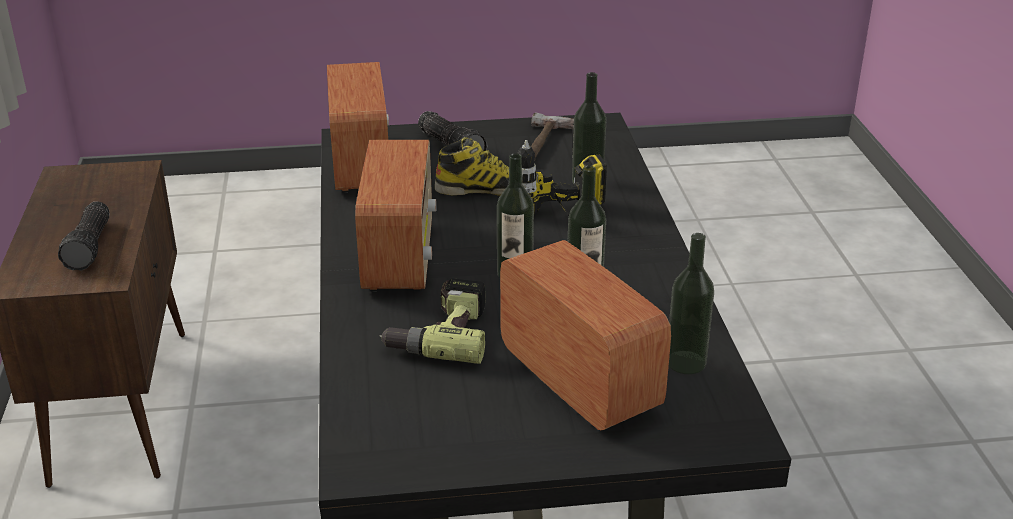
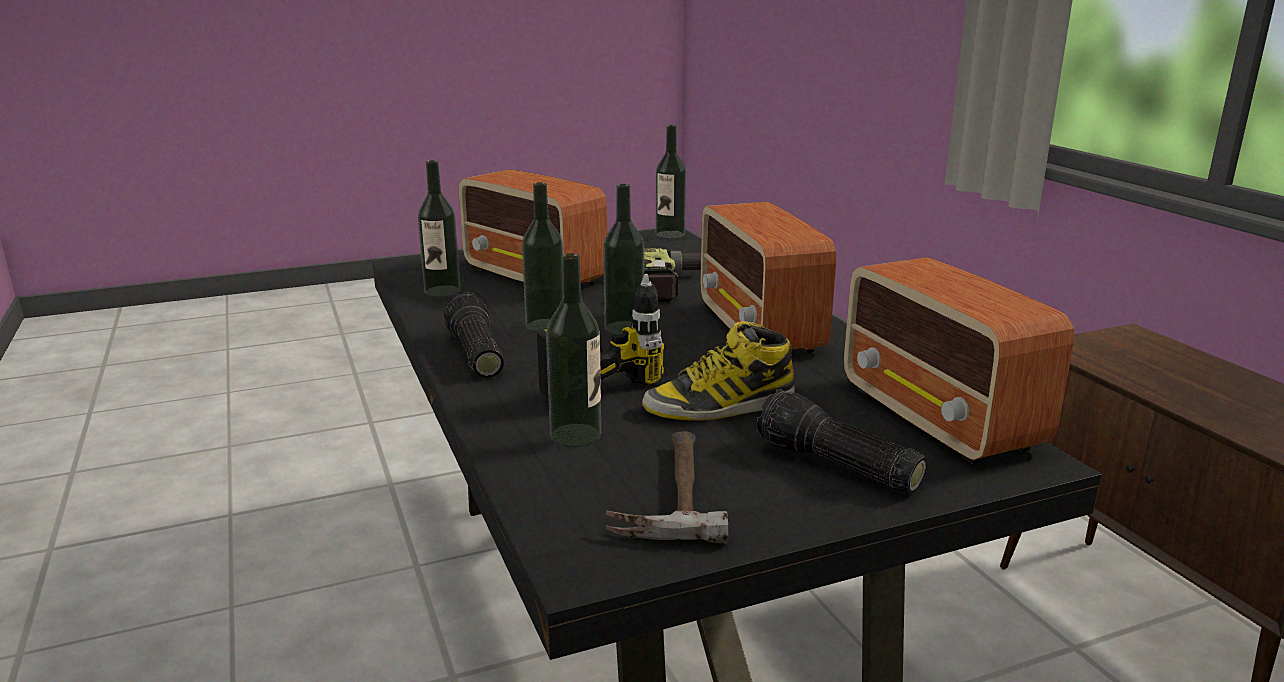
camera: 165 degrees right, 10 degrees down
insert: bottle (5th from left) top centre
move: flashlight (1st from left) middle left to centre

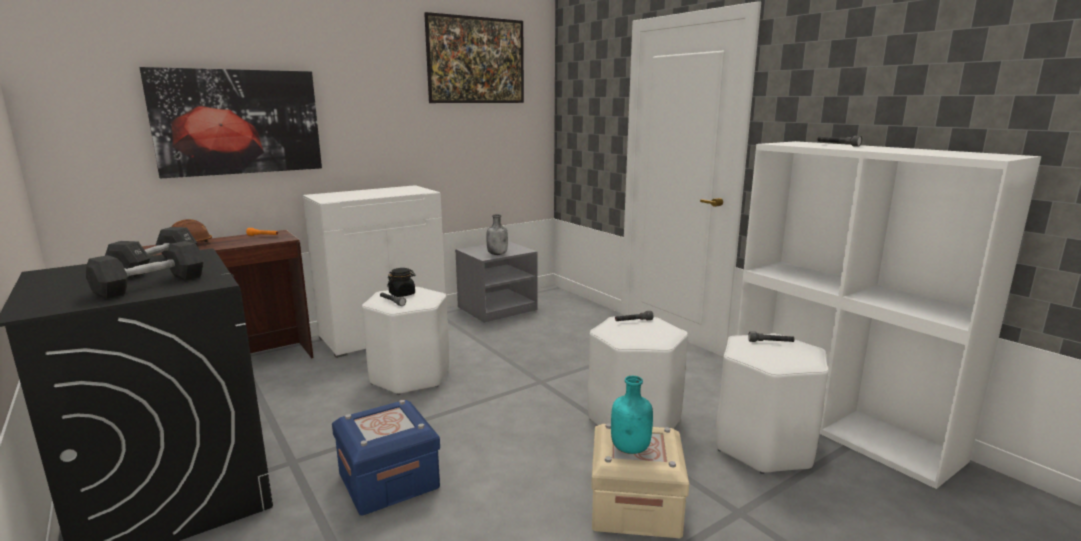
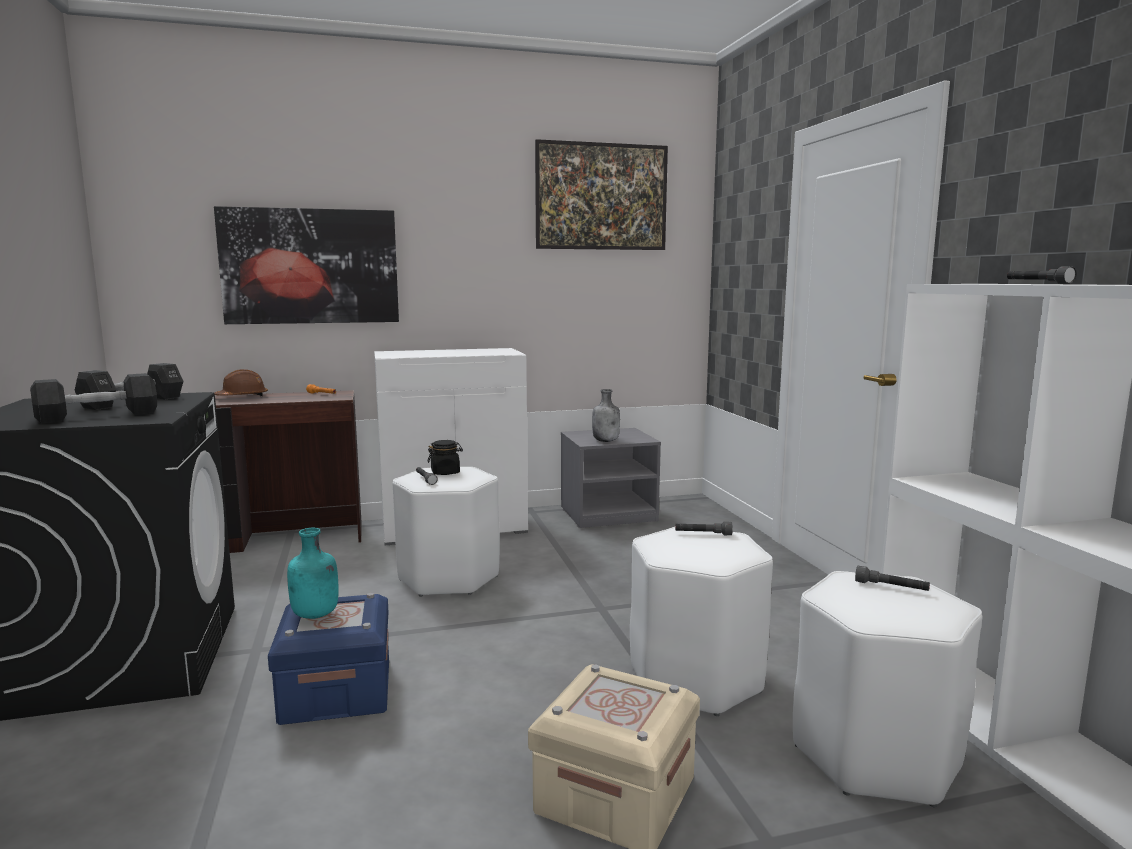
camera: 20 degrees right, 5 degrees down
move: turquoise bottle bottom centre to bottom left

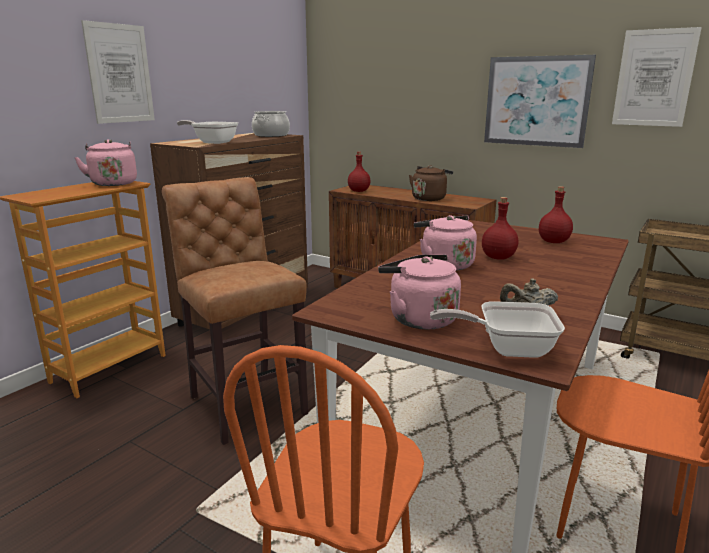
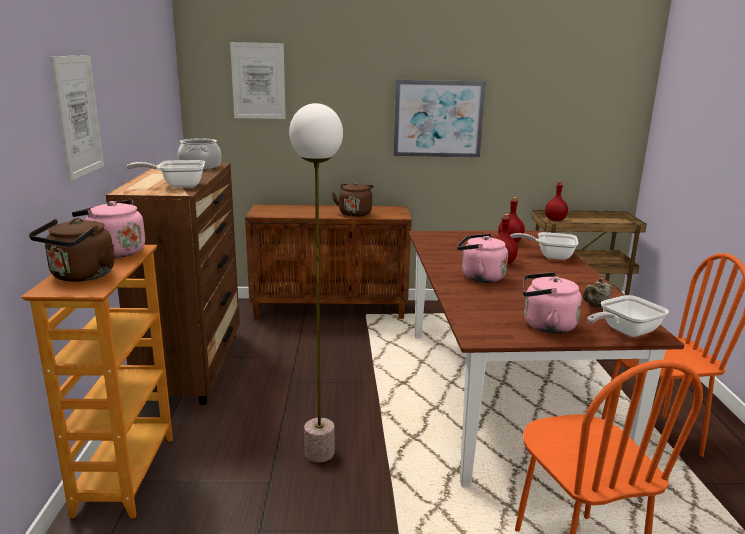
camera: 35 degrees left, 0 degrees up
insert: brown kettle (1st from left) middle left; frying pan (2nd from left) middle right
move: picture (3rd from left in the first image) top right to picture (2nd from left) top centre; red bottle (1st from left in the first image) top centre to red bottle (3rd from left) middle right
replace: brown stool middle left to floor lamp centre

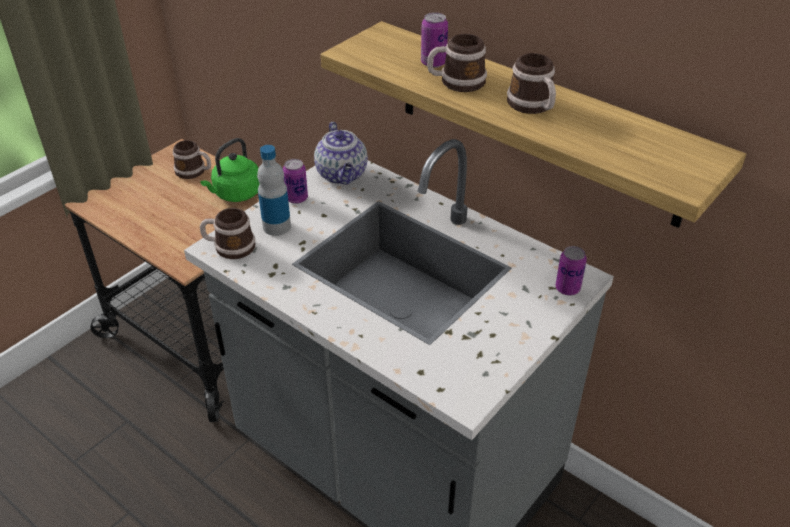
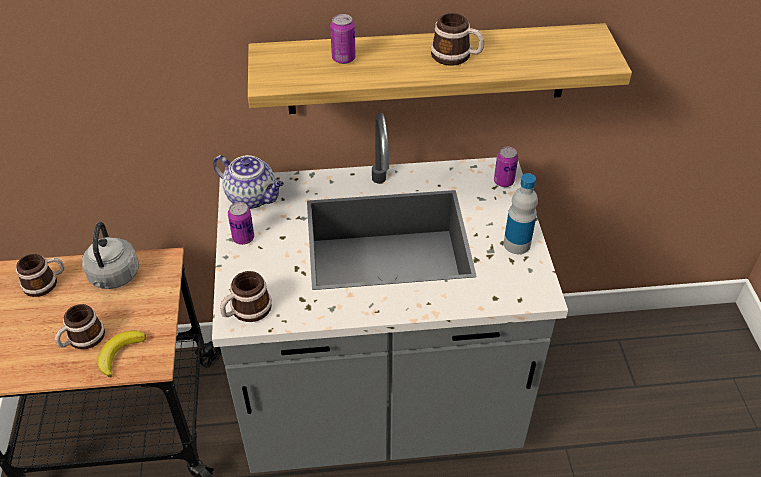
camera: 45 degrees left, 5 degrees up
insert: banana bottom left
move: mug (3rd from left in the first image) top centre to mug (2nd from left) bottom left; bottle centre to middle right
recolor: green kettle top left to grey kettle middle left

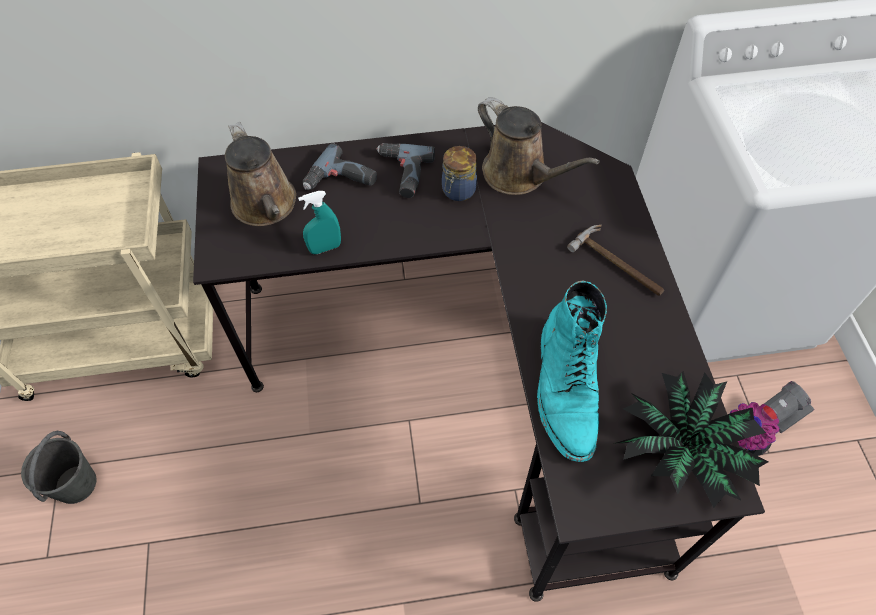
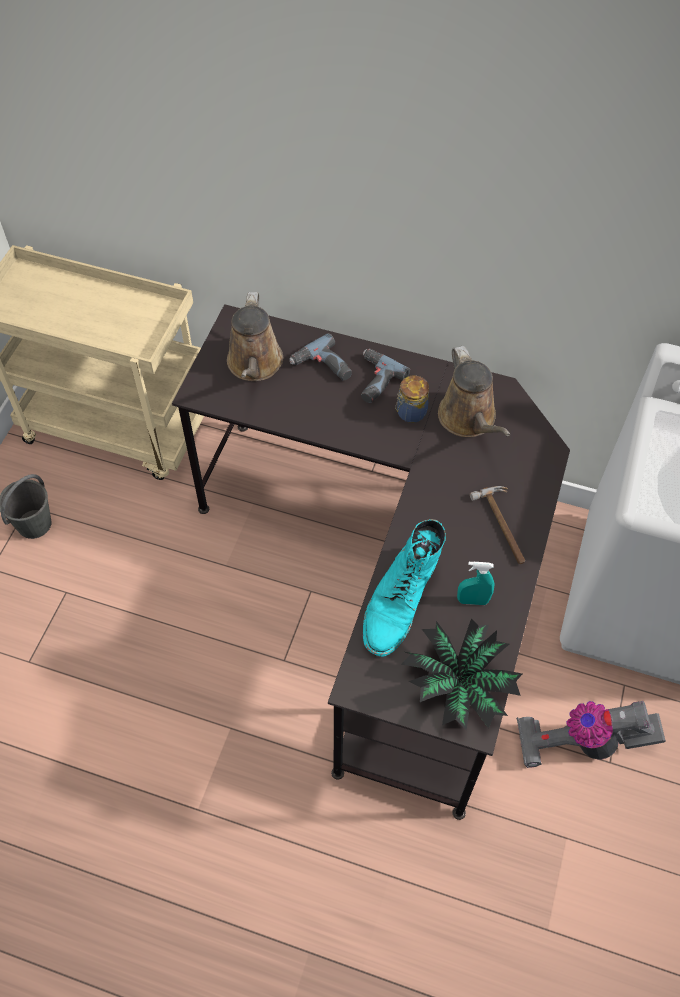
camera: 25 degrees right, 0 degrees up
move: turquoise spray bottle centre to middle right

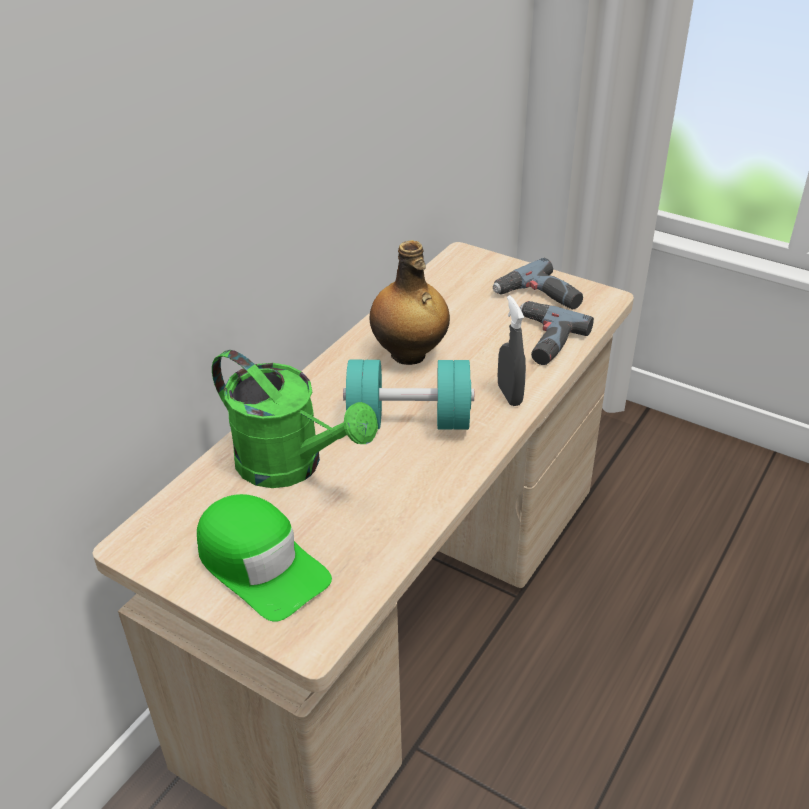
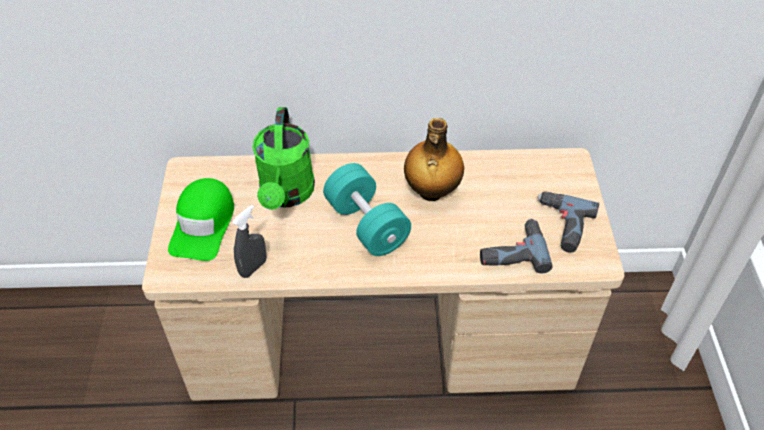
camera: 55 degrees right, 10 degrees up
move: grey spray bottle centre to middle left

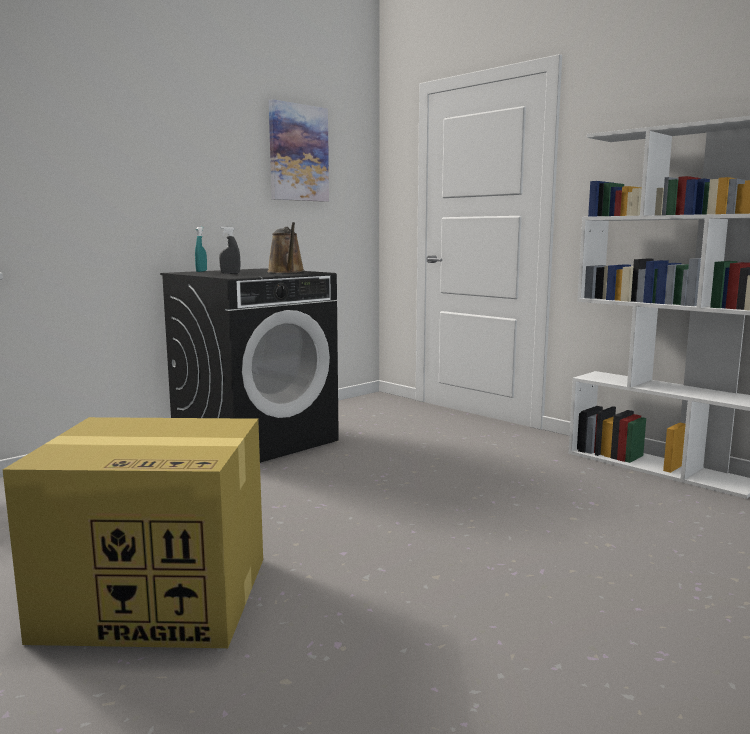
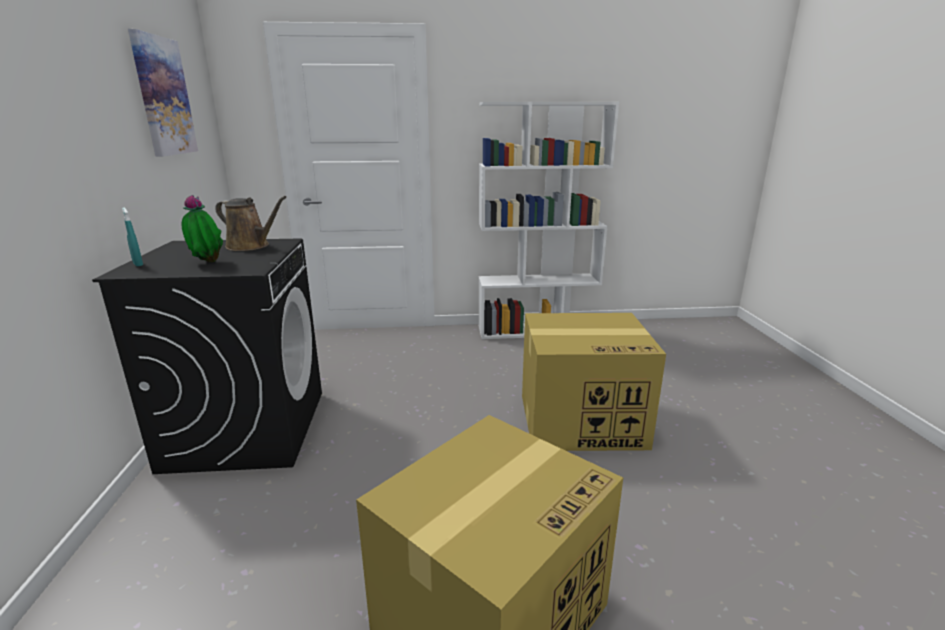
camera: 50 degrees left, 10 degrees up
insert: cardboard box (2nd from left) centre
replace: grey spray bottle middle left to potted plant middle left

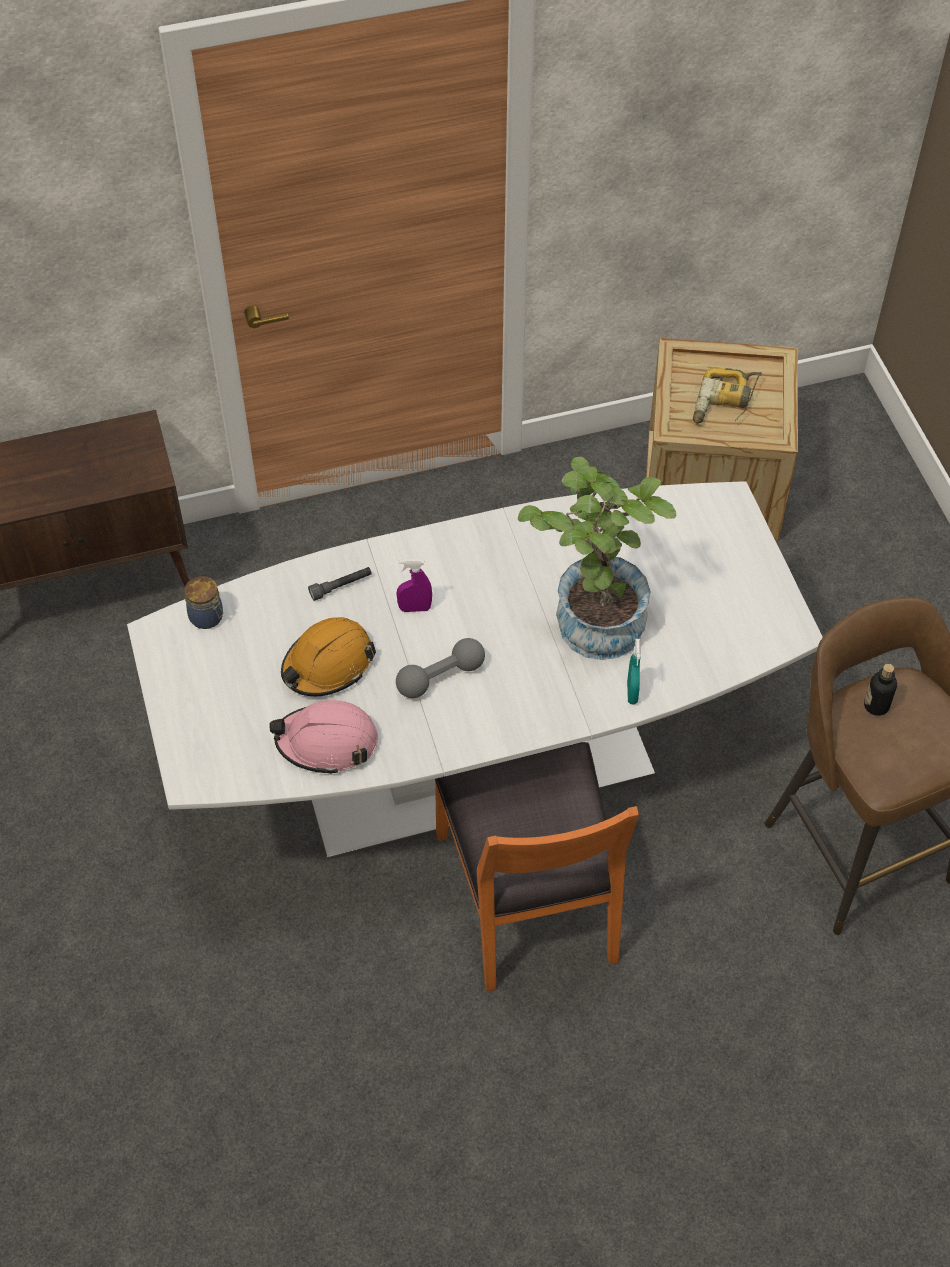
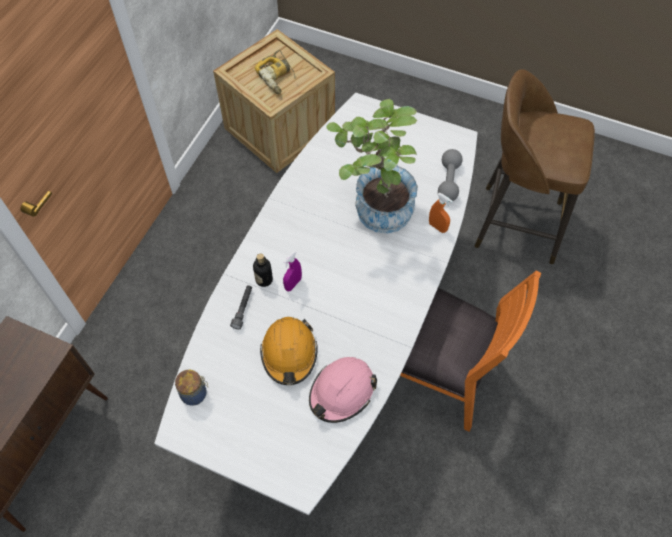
camera: 50 degrees left, 5 degrees up
move: bottle middle right to centre; grey dumbbell centre to top right
recolor: turquoise spray bottle middle right to orange spray bottle centre

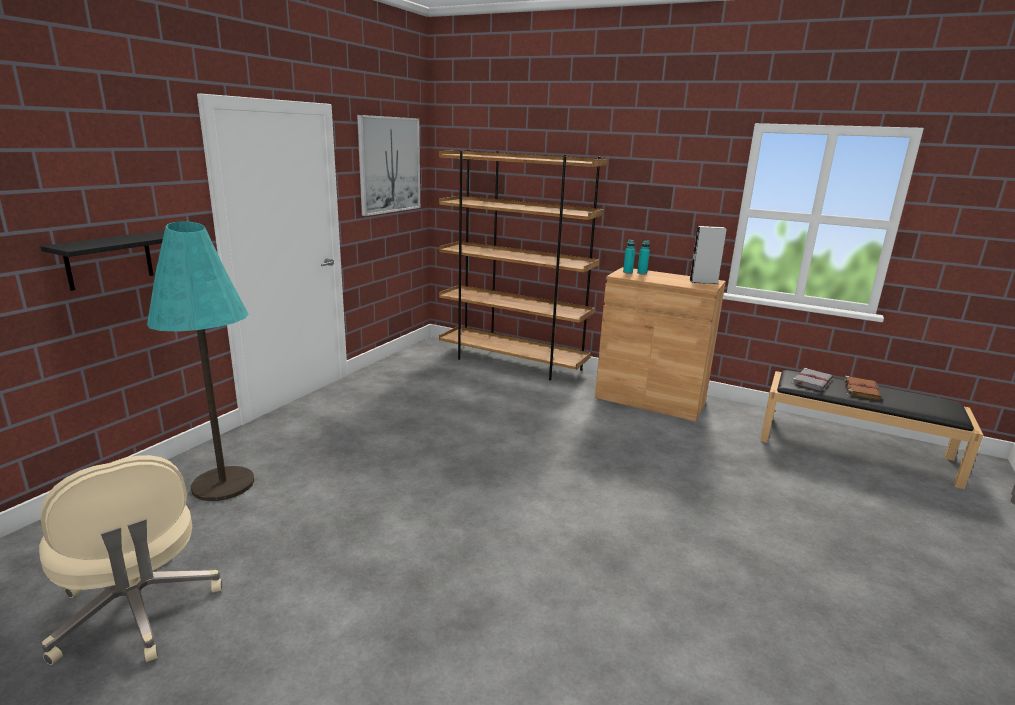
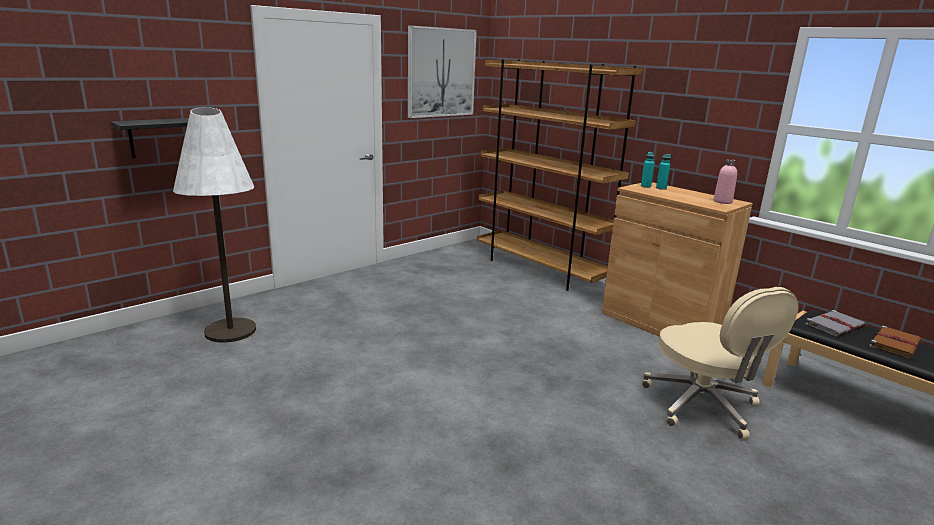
camera: 20 degrees right, 0 degrees up
move: beige office chair bottom left to bottom right
replace: grey speaker middle right to pink bottle middle right
recolor: turquoise floor lamp middle left to white floor lamp middle left

